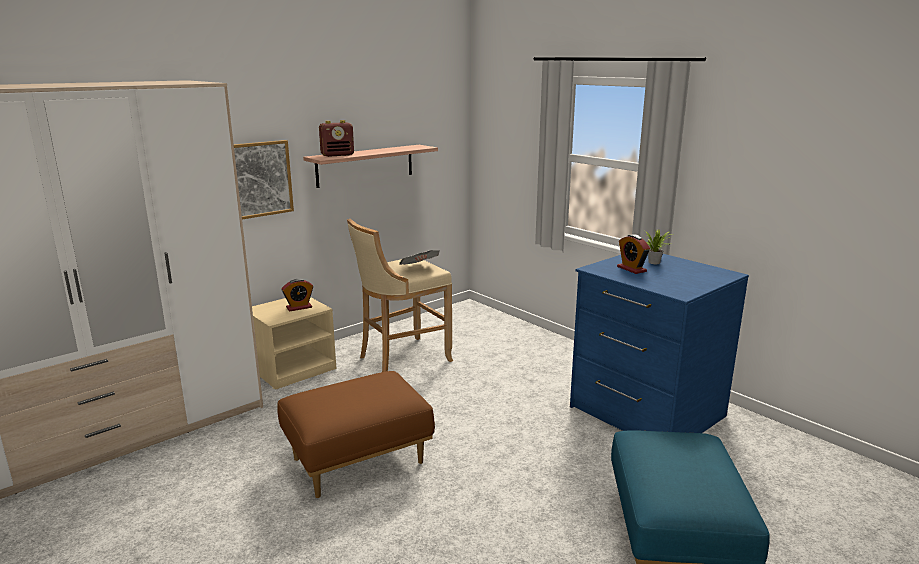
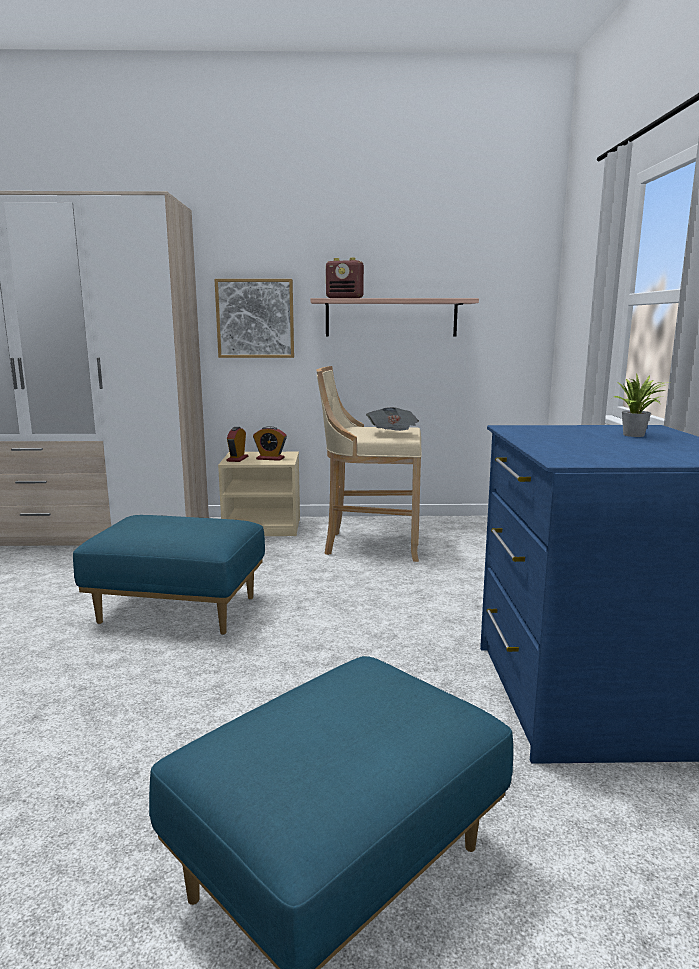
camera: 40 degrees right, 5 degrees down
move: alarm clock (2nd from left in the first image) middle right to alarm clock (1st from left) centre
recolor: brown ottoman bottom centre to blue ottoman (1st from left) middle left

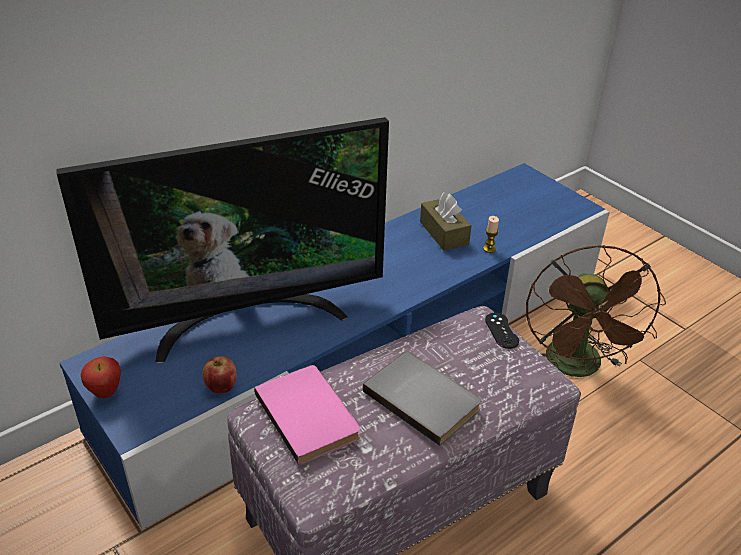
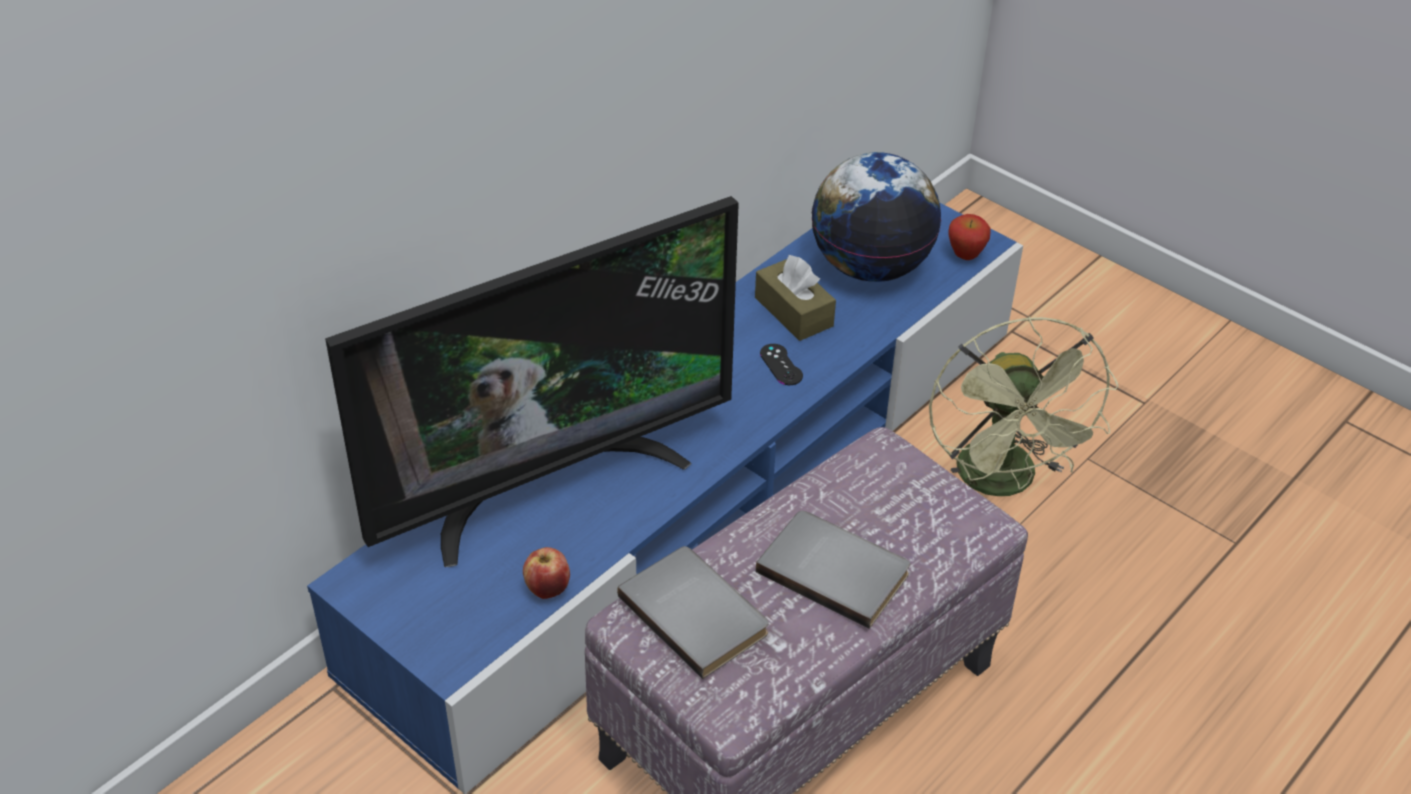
camera: 10 degrees left, 5 degrees up
delete: candle centre
insert: globe top centre
move: black game controller middle right to centre; apple (1st from left in the first image) bottom left to apple (2nd from left) top right
recolor: pink book bottom centre to grey book (1st from left) bottom centre; brown fan middle right to green fan middle right

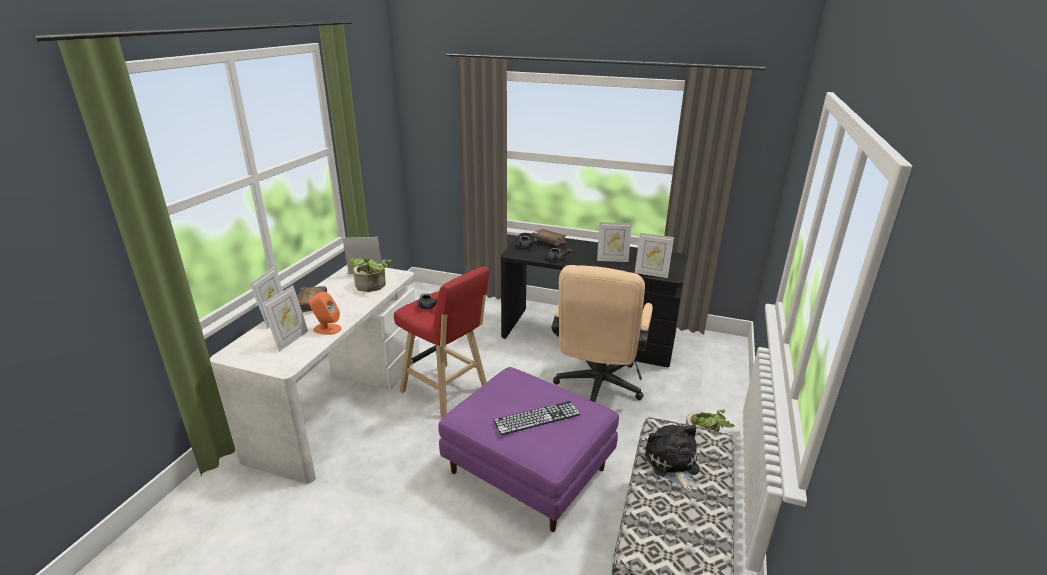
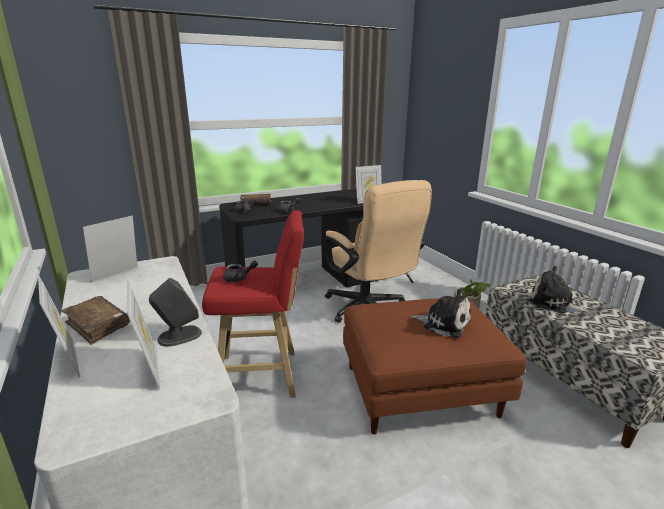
camera: 45 degrees left, 5 degrees down
delete: potted plant (1st from left) centre; picture frame (4th from left) centre
replace: keyboard bottom centre to plush toy (1st from left) centre
recolor: orange speaker middle left to grey speaker middle left; purple ottoman bottom centre to brown ottoman bottom centre

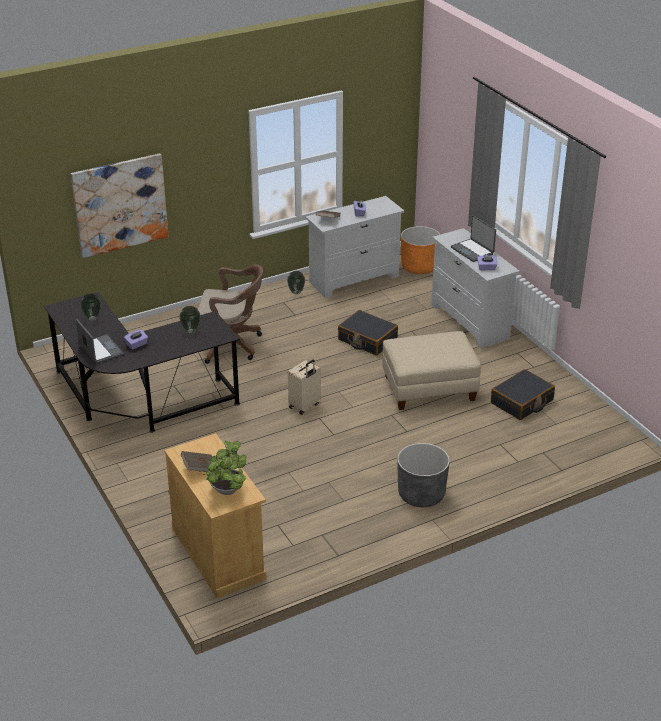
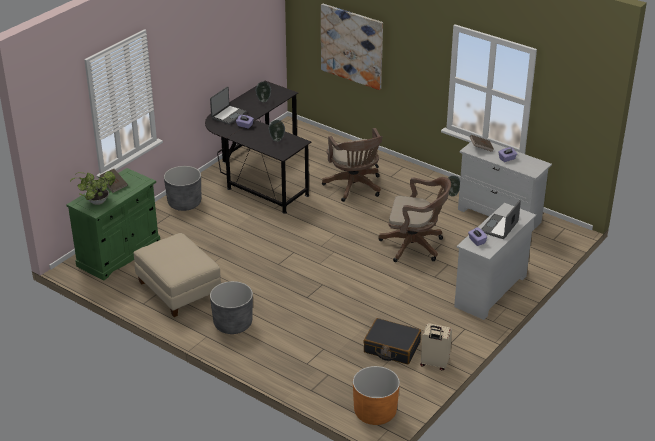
camera: 65 degrees right, 0 degrees up
insert: grey planter (1st from left) middle left
move: beige ottoman centre to middle left; orange planter centre to bottom centre; beige suitcase centre to bottom centre
replace: black suitcase (1st from left) centre to brown office chair (2nd from left) centre
recolor: beige cabinet bottom left to green cabinet middle left

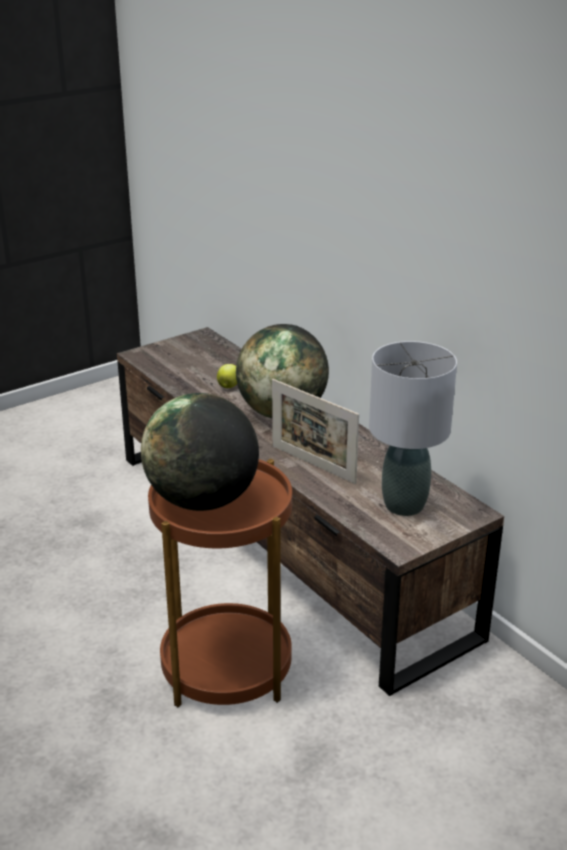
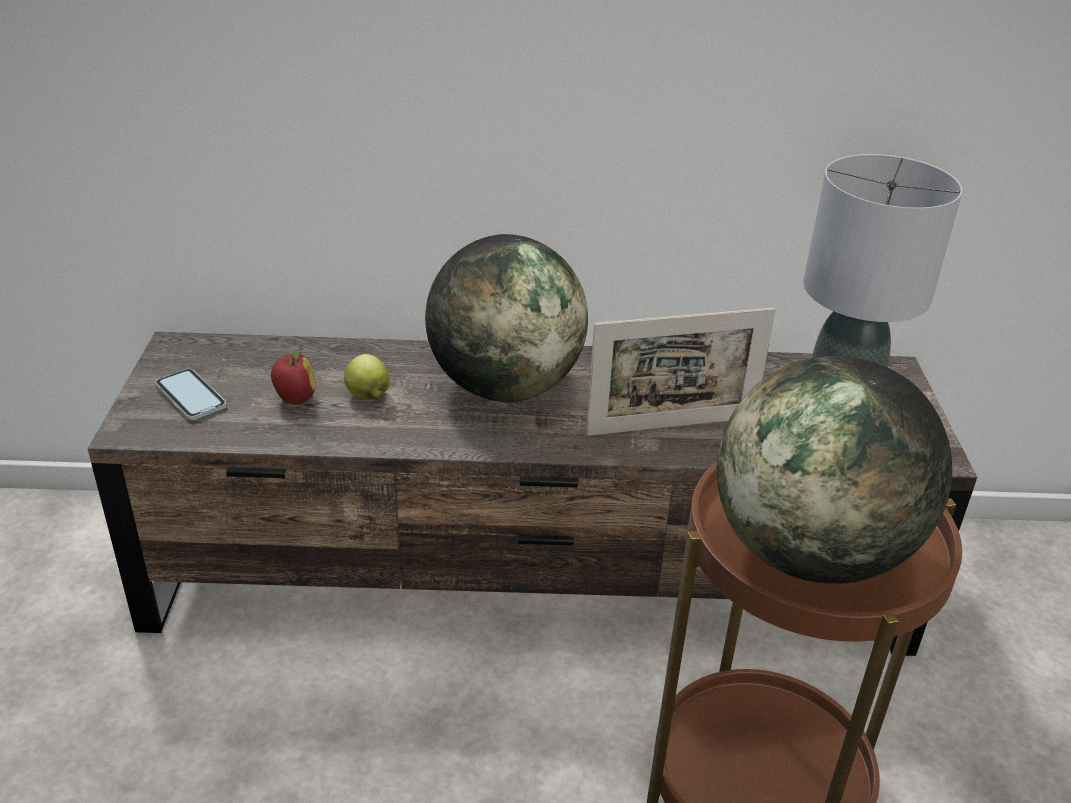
camera: 55 degrees left, 5 degrees up
insert: phone middle left; apple (1st from left) middle left

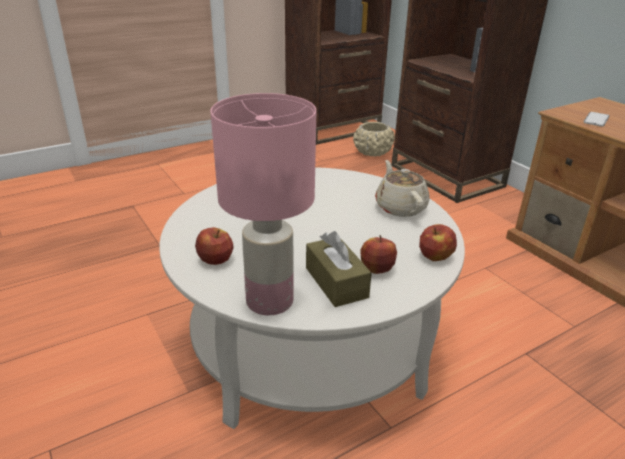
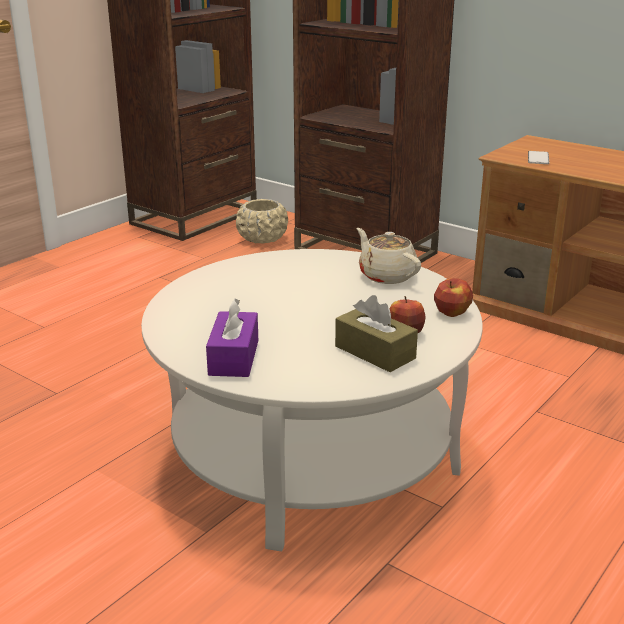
camera: 20 degrees left, 5 degrees down
delete: pink table lamp centre
replace: apple (1st from left) centre to purple tissue box centre

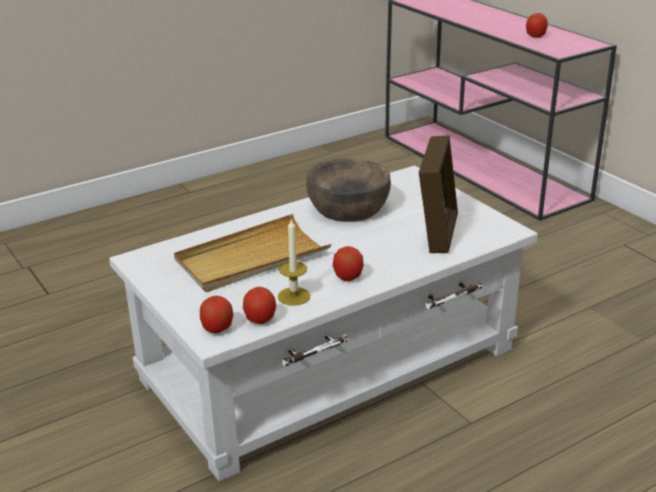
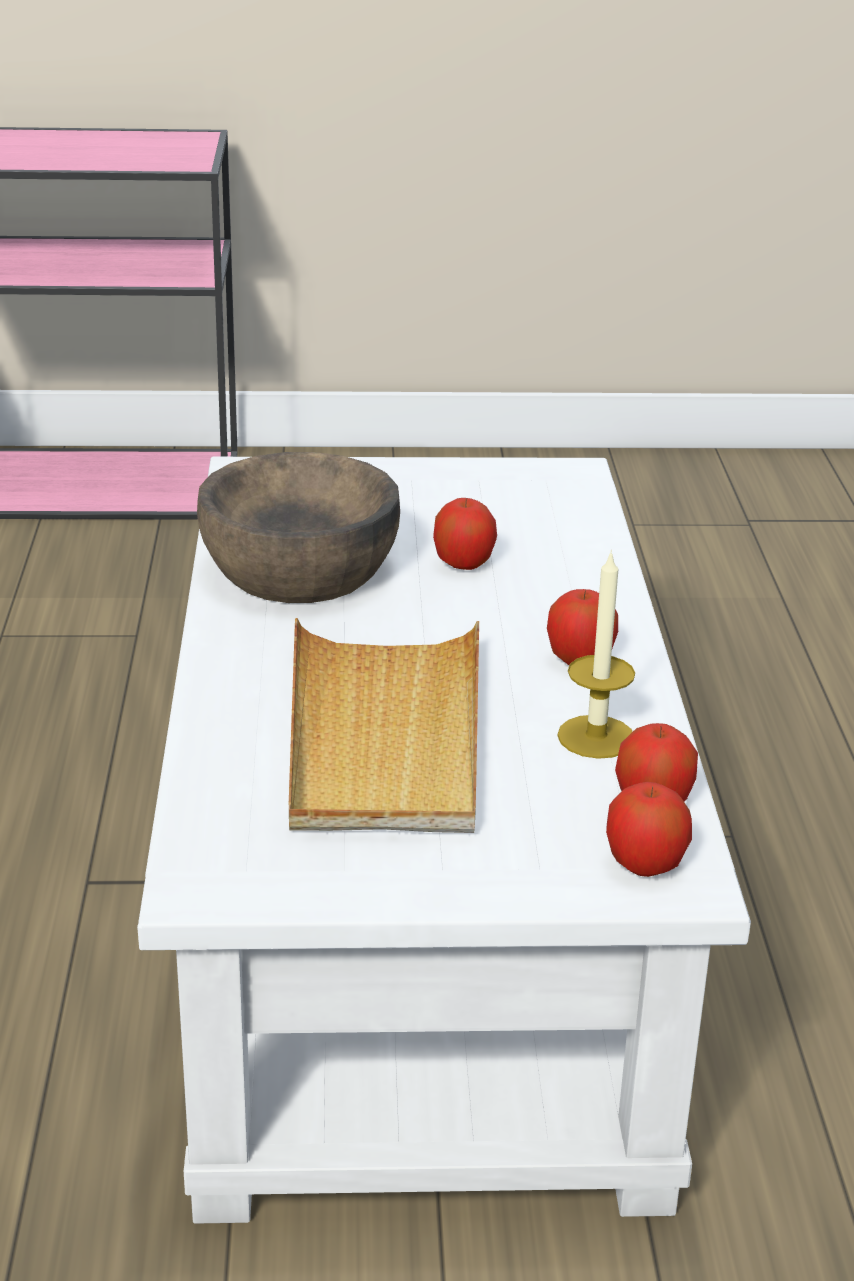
camera: 60 degrees left, 0 degrees up
delete: picture frame middle right
move: apple (4th from left in the first image) top right to apple (1st from left) centre

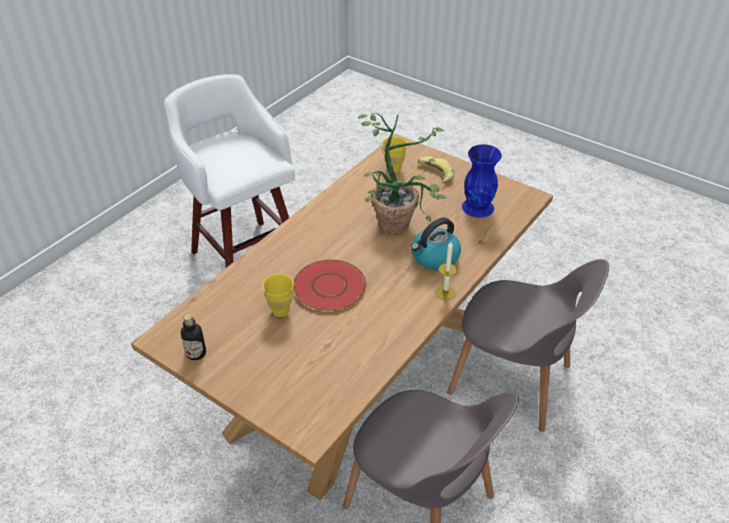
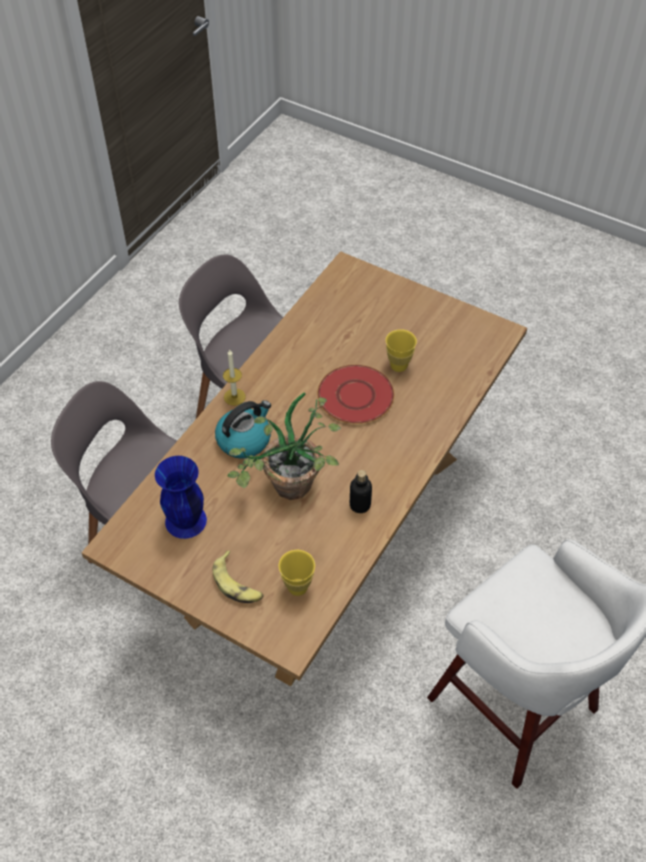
camera: 175 degrees right, 10 degrees up
move: bottle middle left to centre

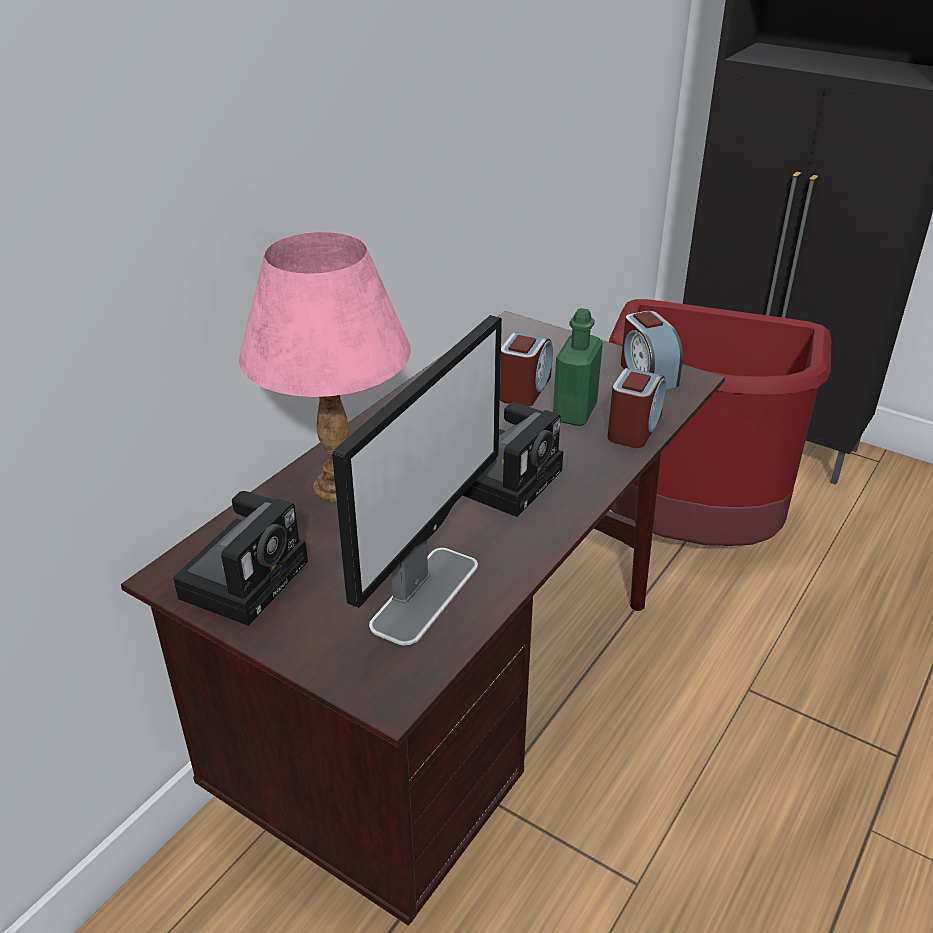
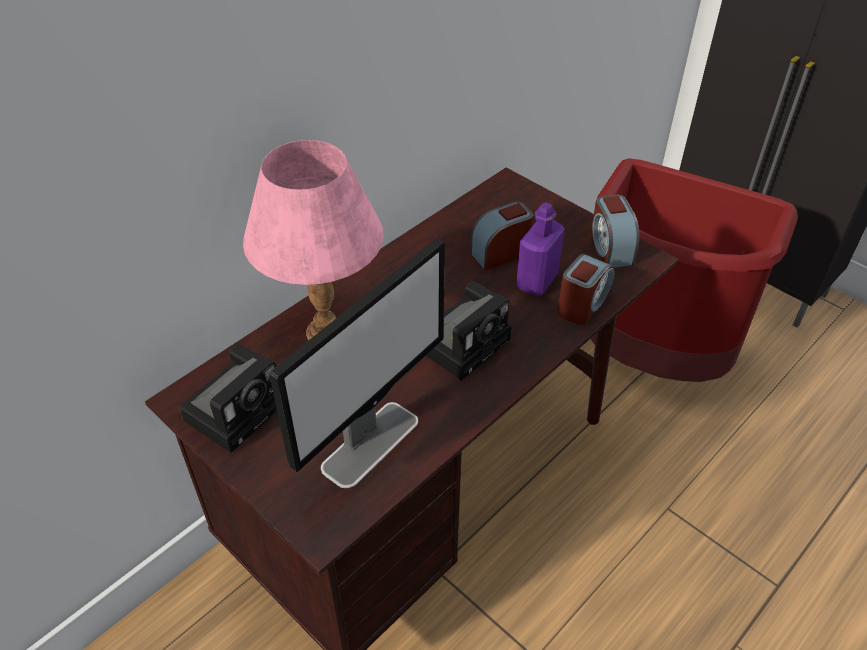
camera: 10 degrees right, 10 degrees up
recolor: green bottle centre to purple bottle centre
rotate: alarm clock (1st from left) centre = centre 150 degrees counterclockwise

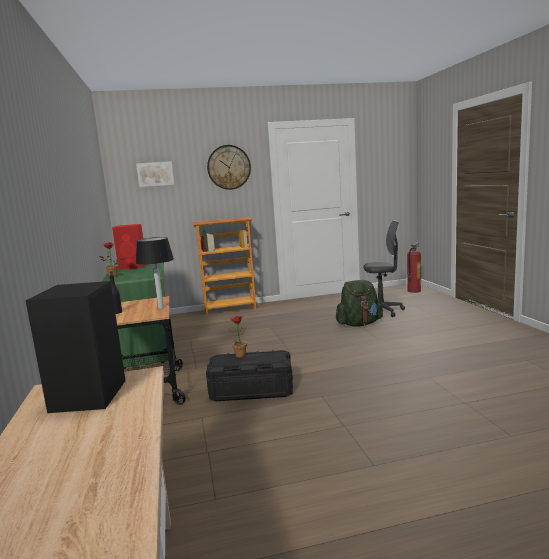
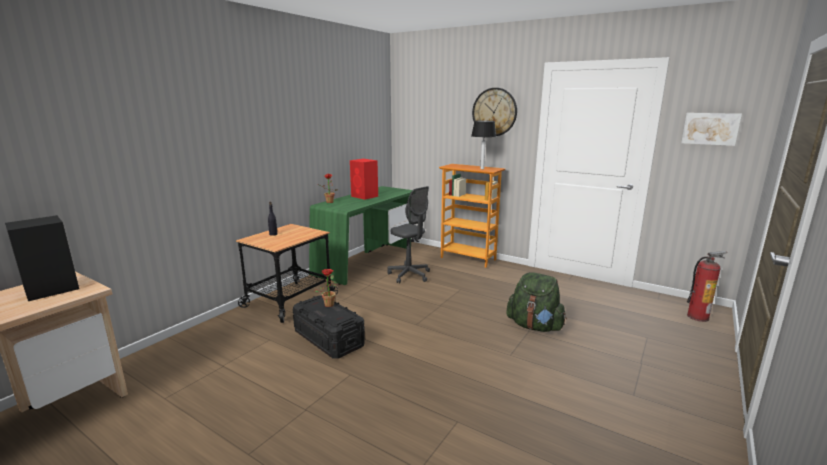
camera: 45 degrees right, 5 degrees up
move: grey office chair middle right to centre; table lamp middle left to top centre; picture top left to top right

